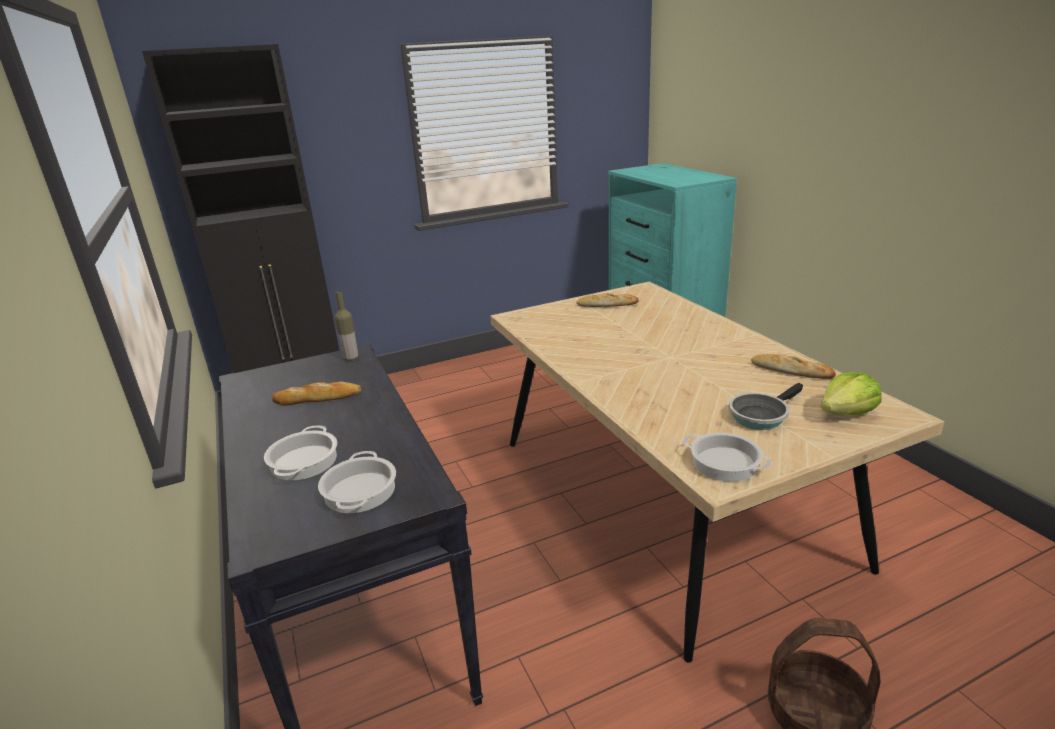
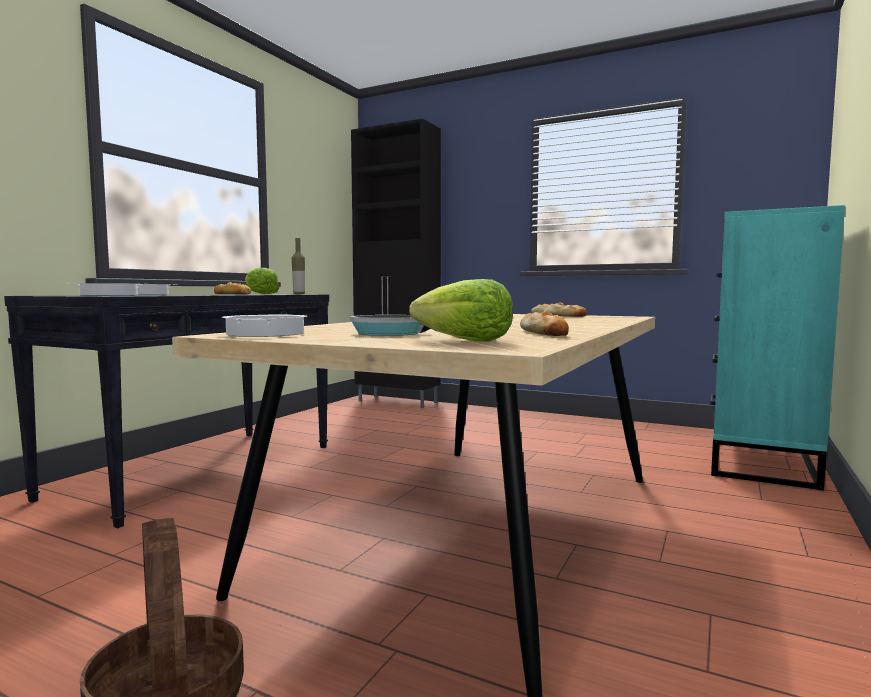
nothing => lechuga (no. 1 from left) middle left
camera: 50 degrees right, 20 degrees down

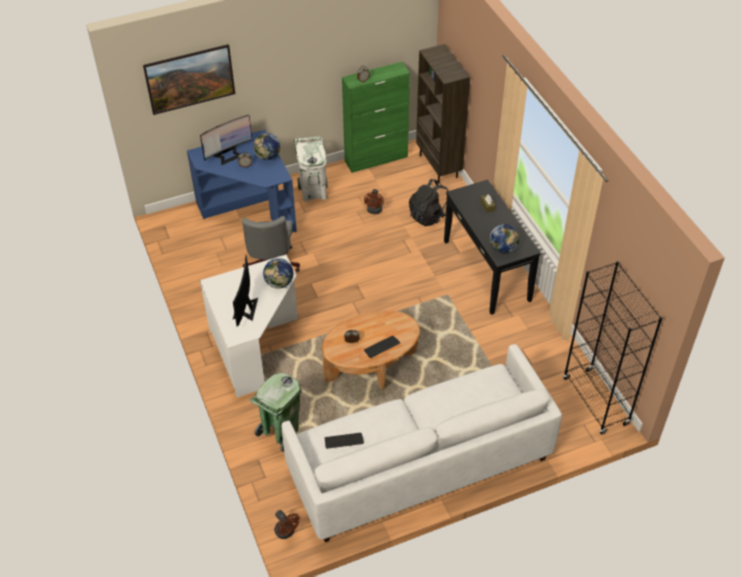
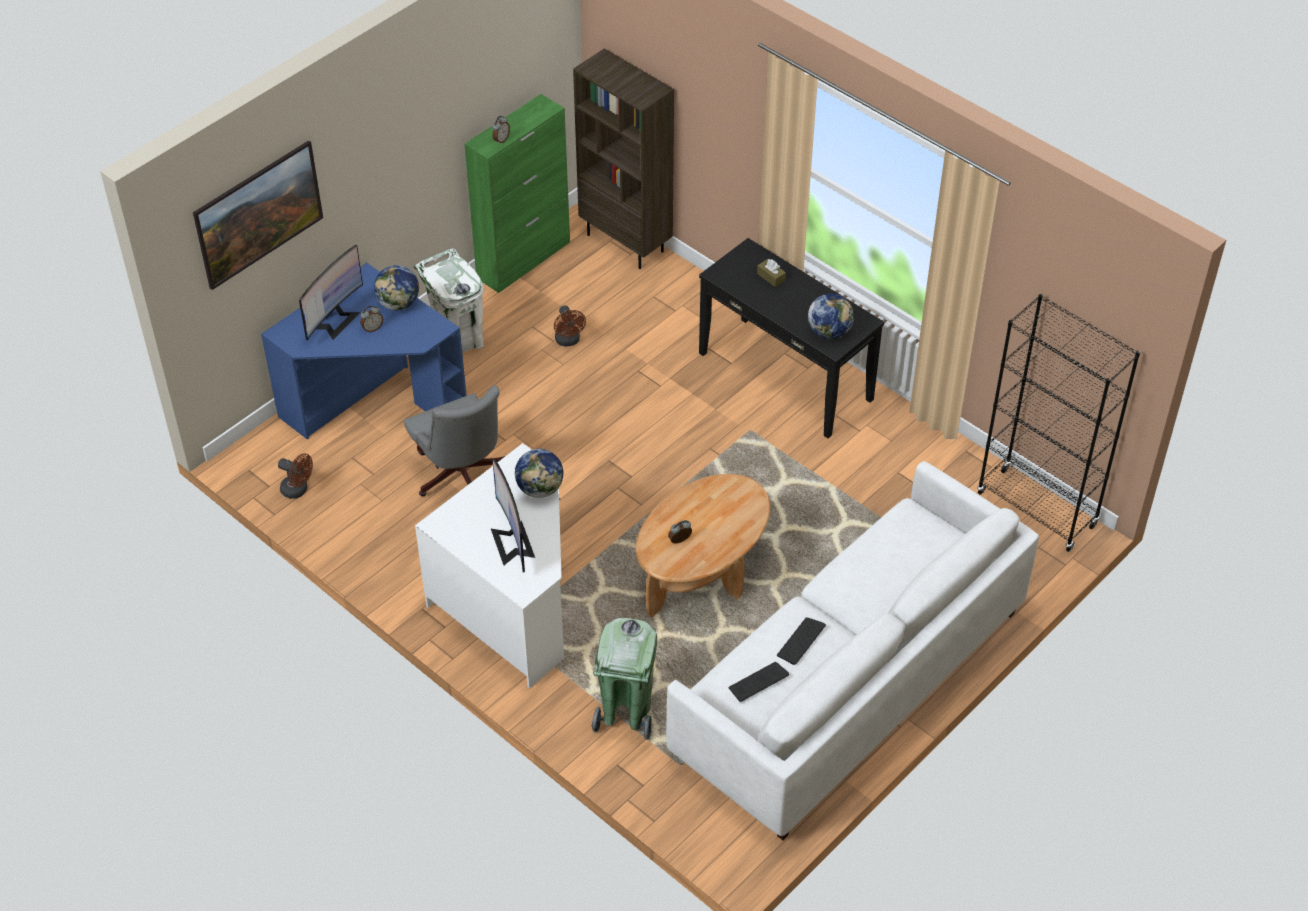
mochila [negro] centre => nothing
teclado (no. 2 from left) centre => teclado (no. 2 from left) bottom centre, relocated
ventilador [marrón] (no. 1 from left) bottom centre => ventilador [marrón] (no. 1 from left) middle left, relocated
camera: 25 degrees left, 0 degrees up

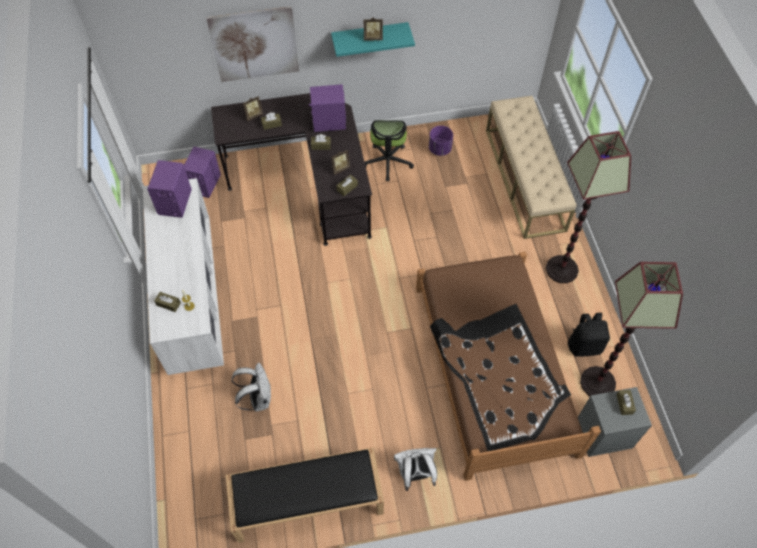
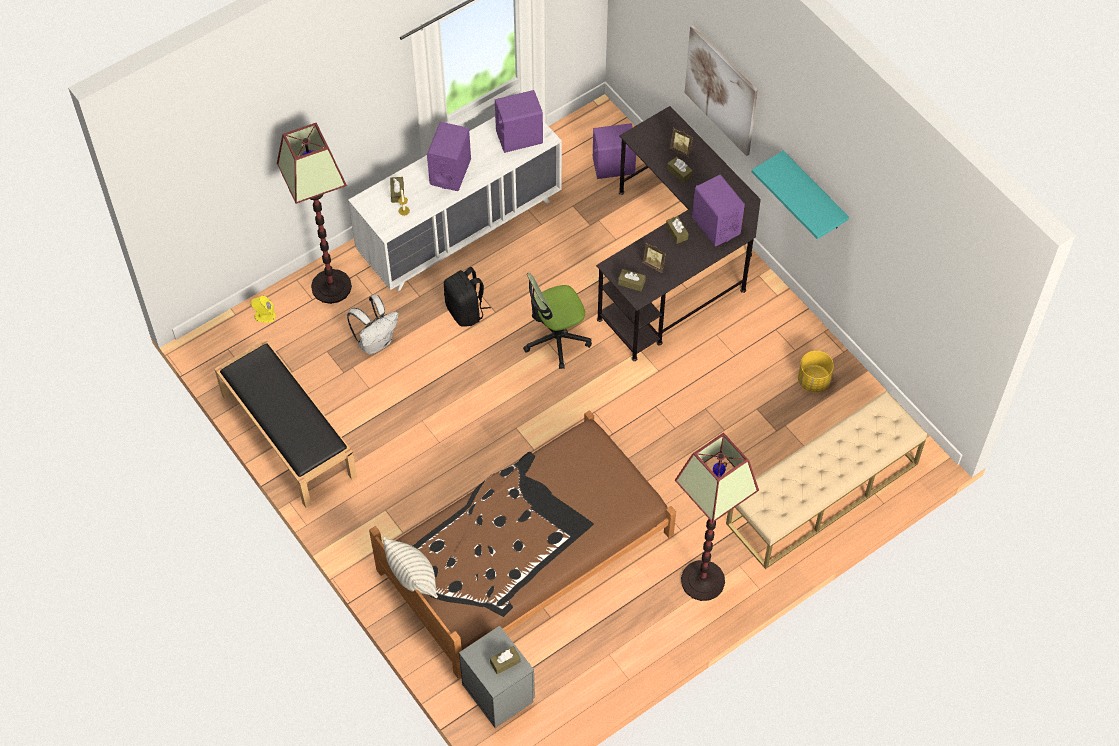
portarretratos (no. 3 from left) top centre => nothing
silla de oficina top centre => silla de oficina centre, relocated
maceta [morado] top centre => maceta [amarillo] middle right
lámpara de pie (no. 2 from left in the first image) middle right => lámpara de pie (no. 1 from left) top left, relocated
mochila [negro] middle right => mochila [negro] centre, relocated
mochila [blanco] (no. 2 from left) bottom centre => nothing
nothing => altavoz [morado] (no. 1 from left) top centre
nothing => altavoz [amarillo] middle left
nothing => cojín bottom centre
camera: 65 degrees right, 0 degrees up

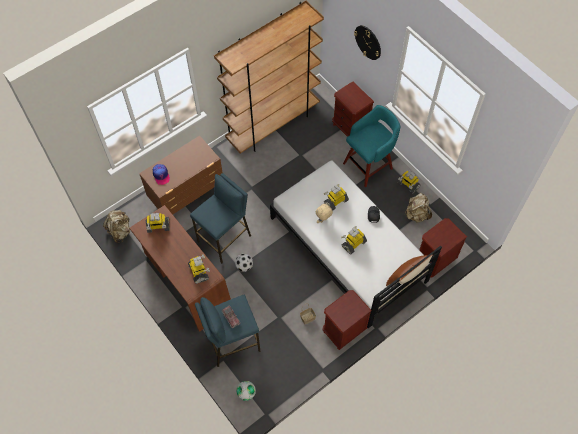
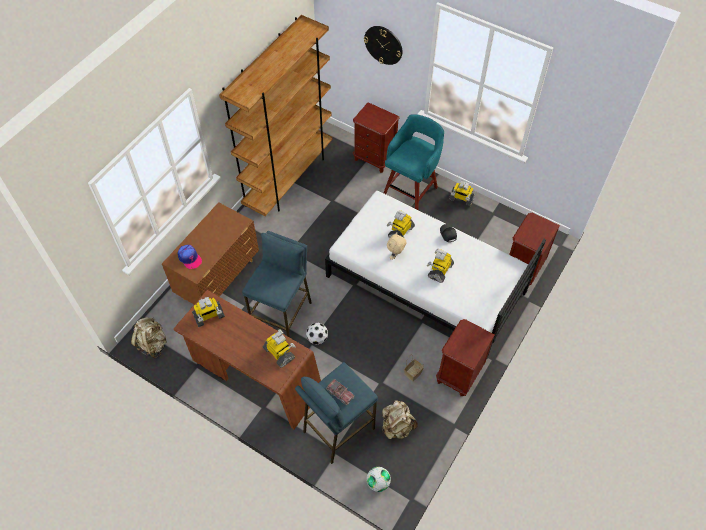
mochila [beis] (no. 2 from left) middle right => mochila [beis] (no. 2 from left) bottom centre, relocated
cojín [marrón] middle right => nothing
camera: 20 degrees left, 5 degrees down

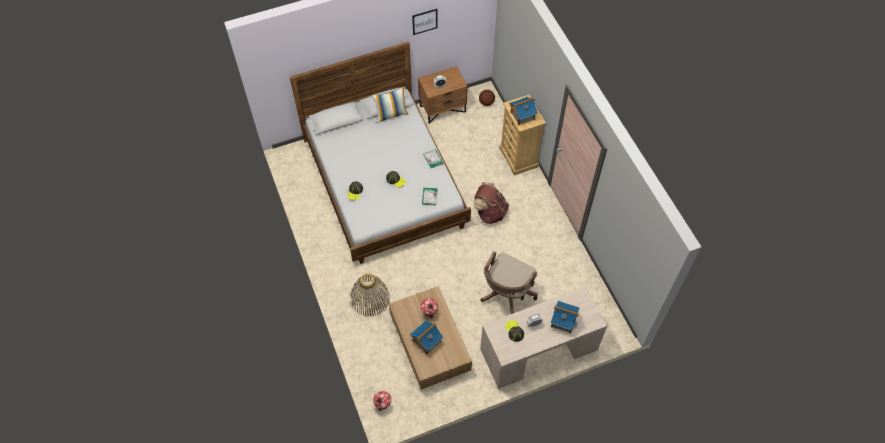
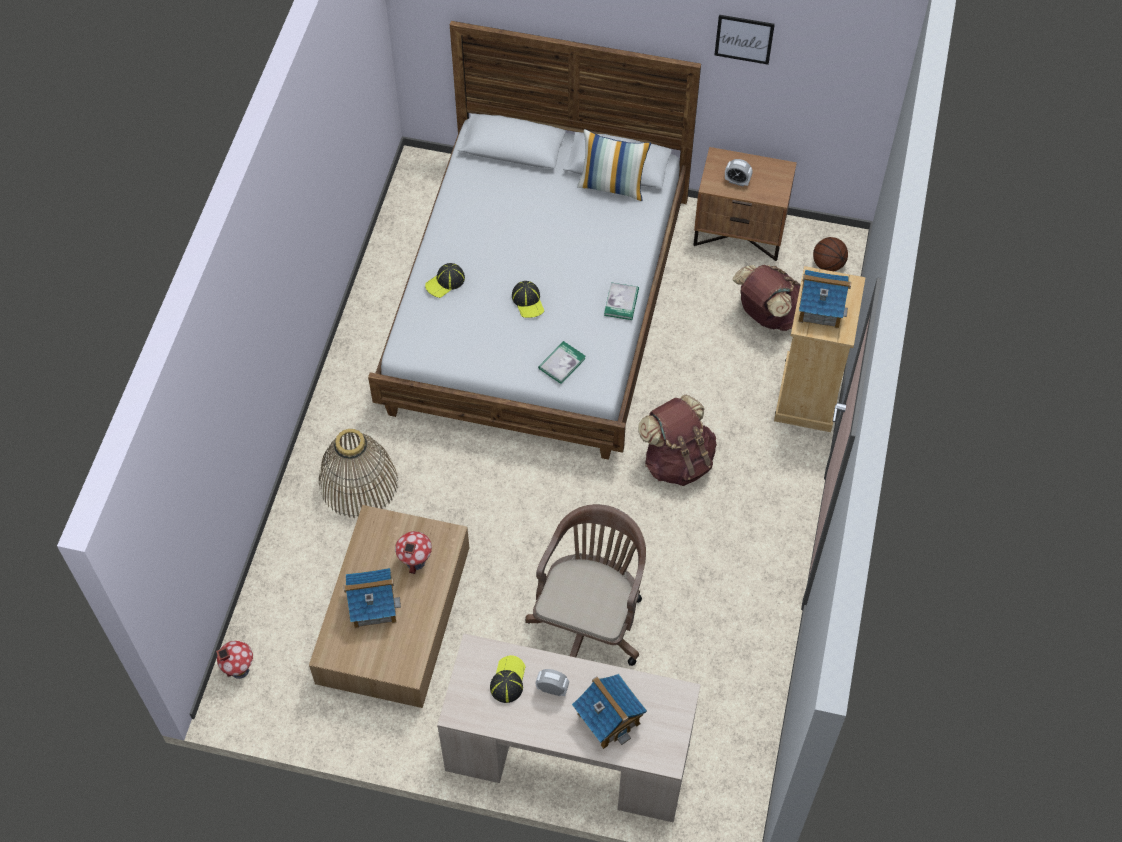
silla de oficina [marrón] centre => silla de oficina [marrón] bottom centre, 135 degrees clockwise
nothing => mochila [marrón] (no. 2 from left) middle right
camera: 35 degrees right, 0 degrees up

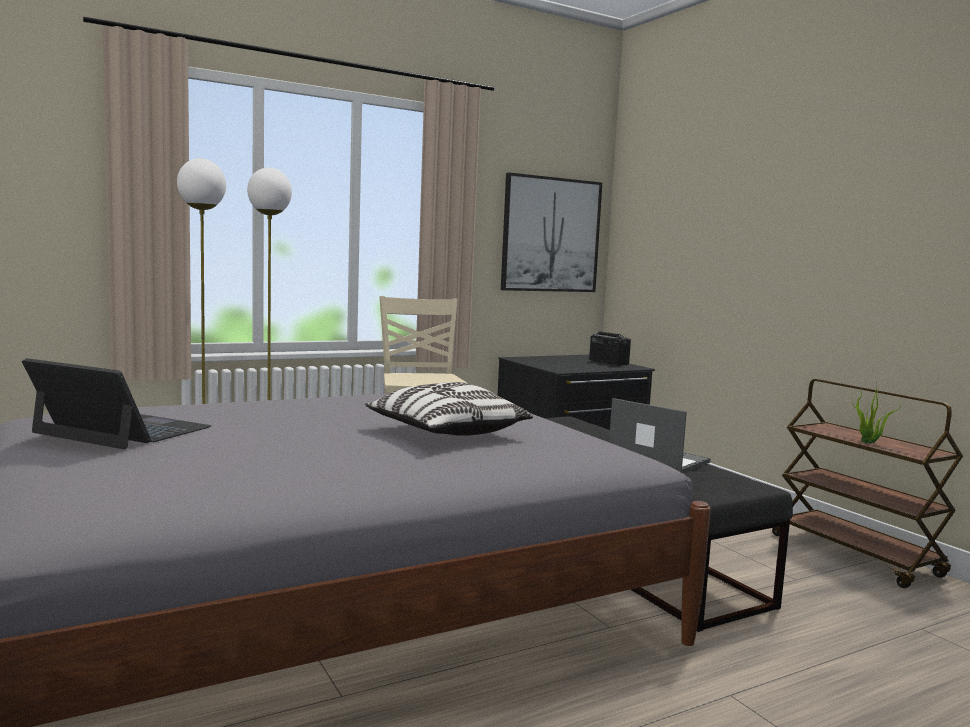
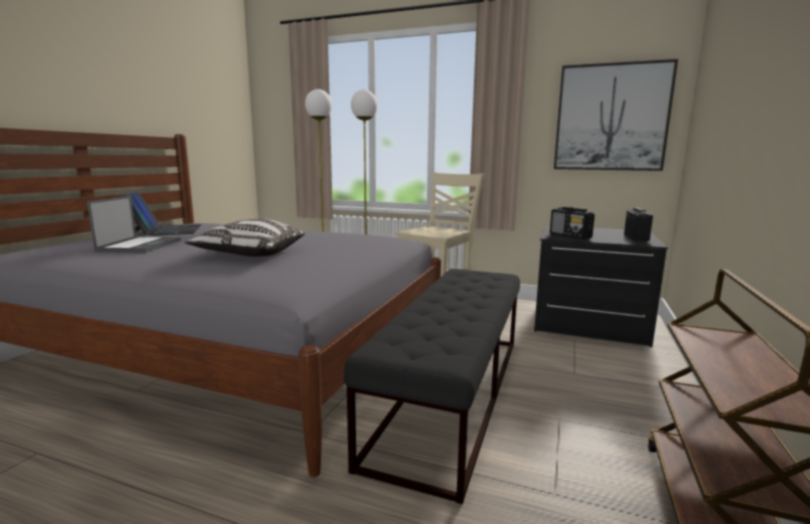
planta en maceta middle right => nothing
portátil (no. 2 from left in the first image) middle right => portátil (no. 1 from left) middle left, relocated
nothing => radio (no. 1 from left) middle right
camera: 50 degrees right, 5 degrees up

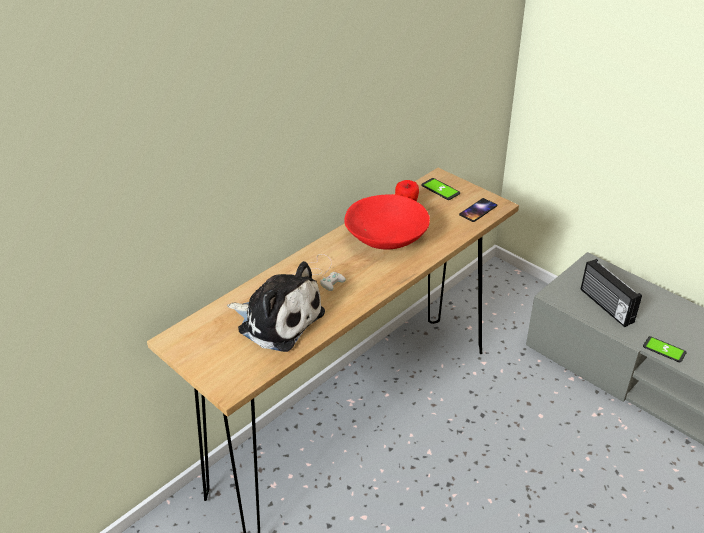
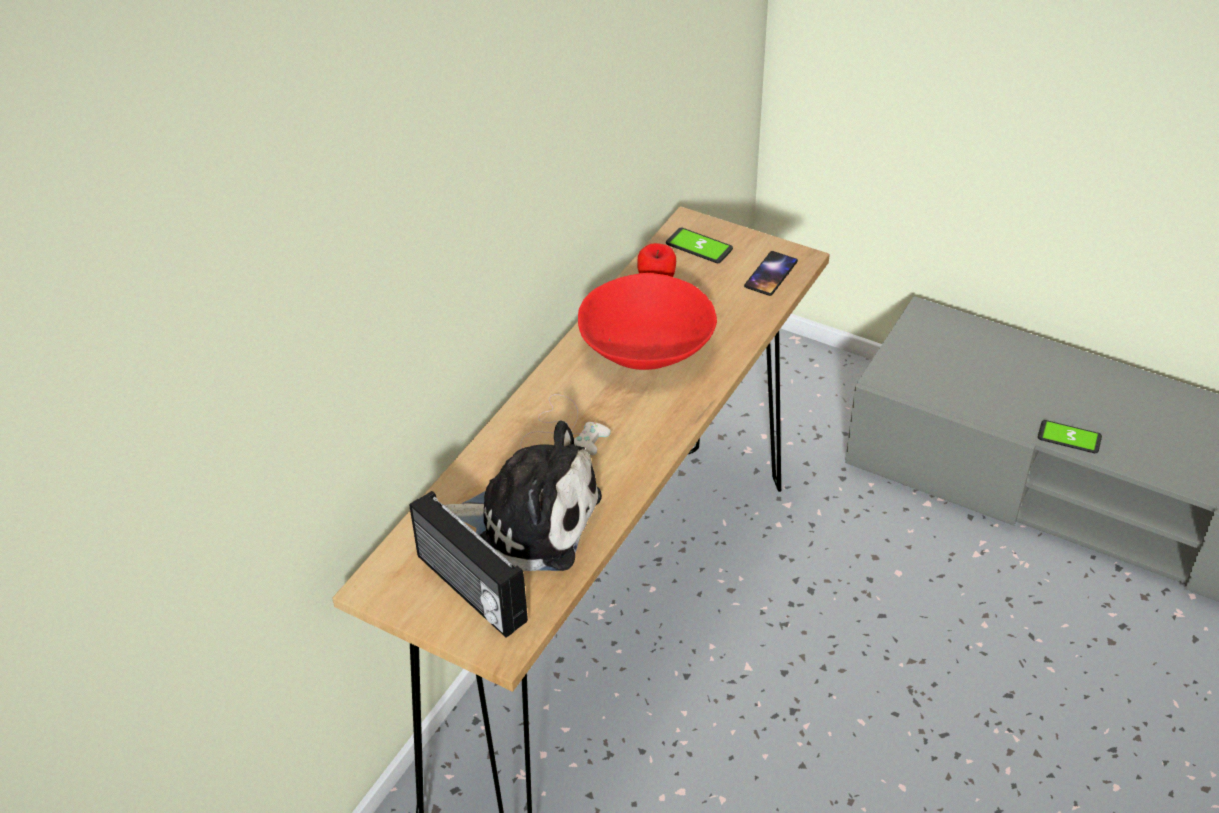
radio middle right => radio bottom centre, relocated
camera: 15 degrees left, 5 degrees up

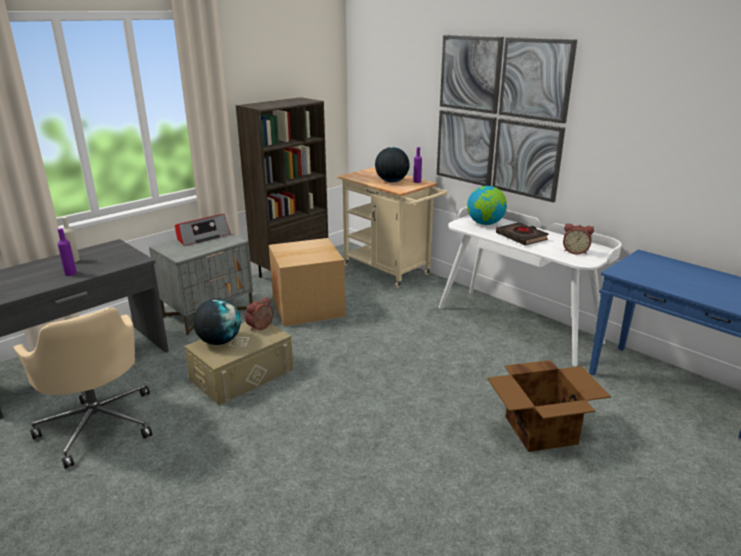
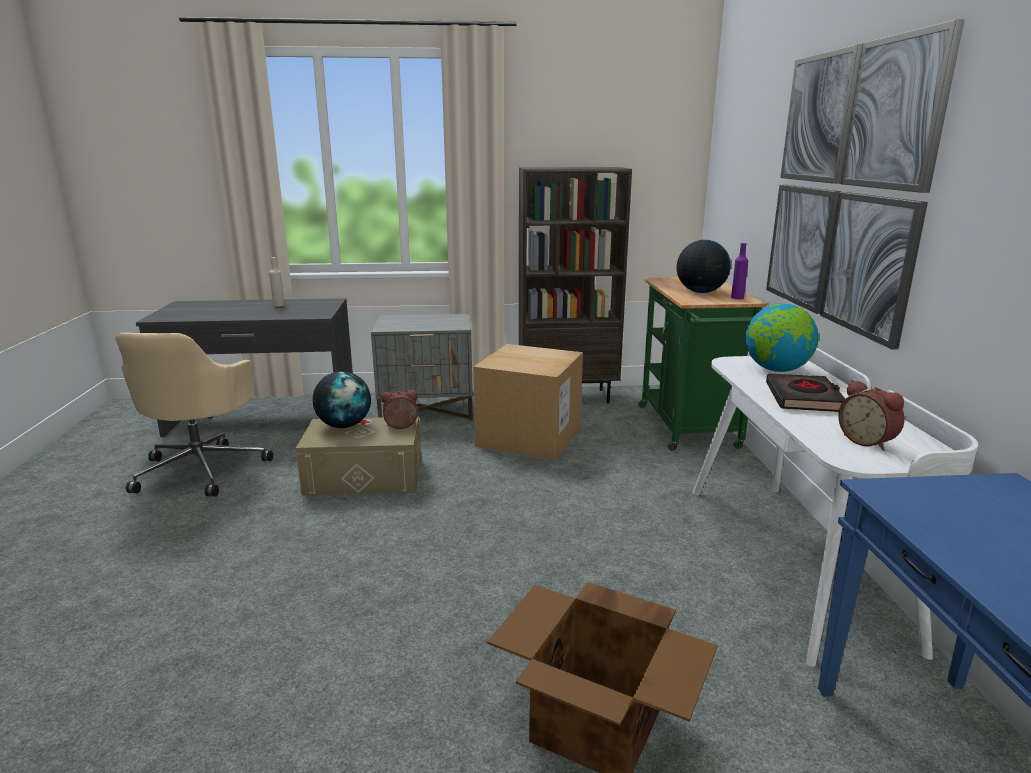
carrito [beis] centre => carrito [verde] middle right
radio middle left => nothing
botella [morado] (no. 1 from left) middle left => nothing
camera: 40 degrees right, 5 degrees down

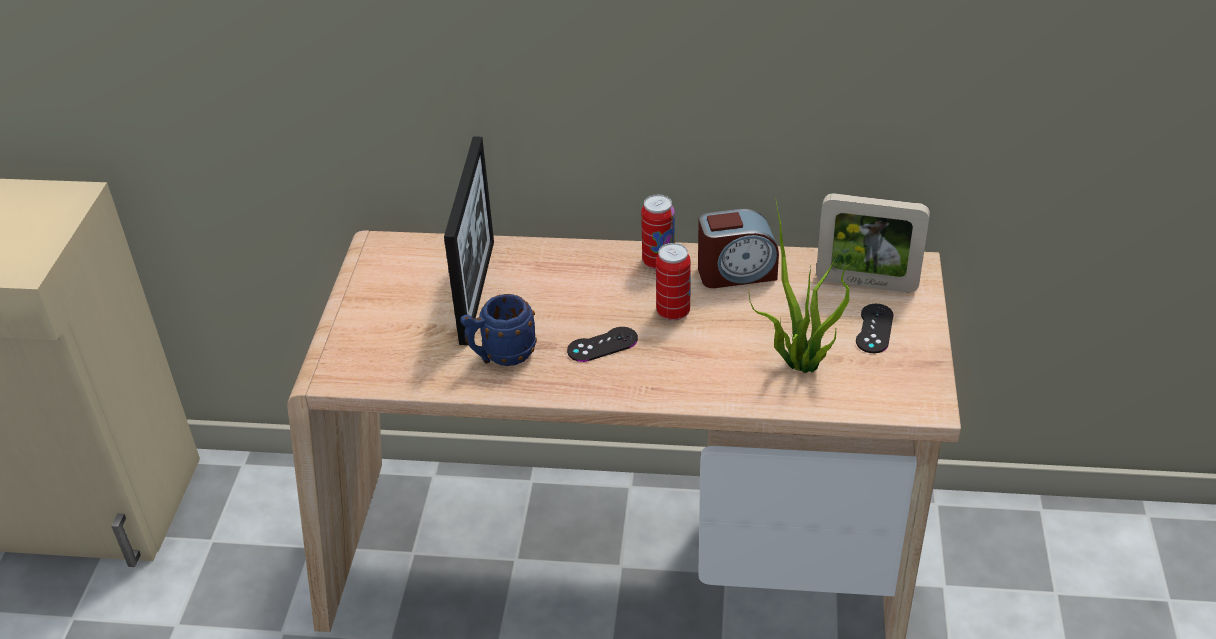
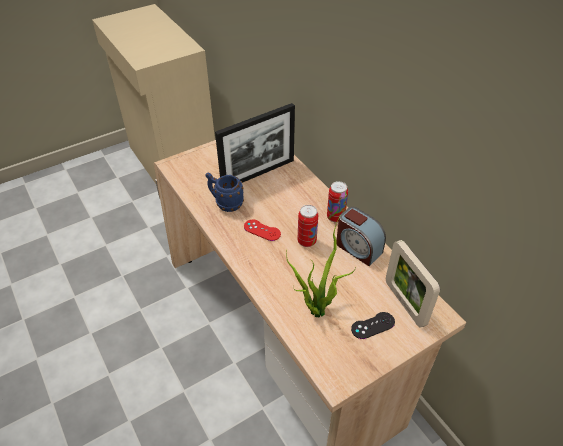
mando de consola [negro] (no. 1 from left) centre => mando de consola [rojo] centre
camera: 50 degrees right, 5 degrees up

